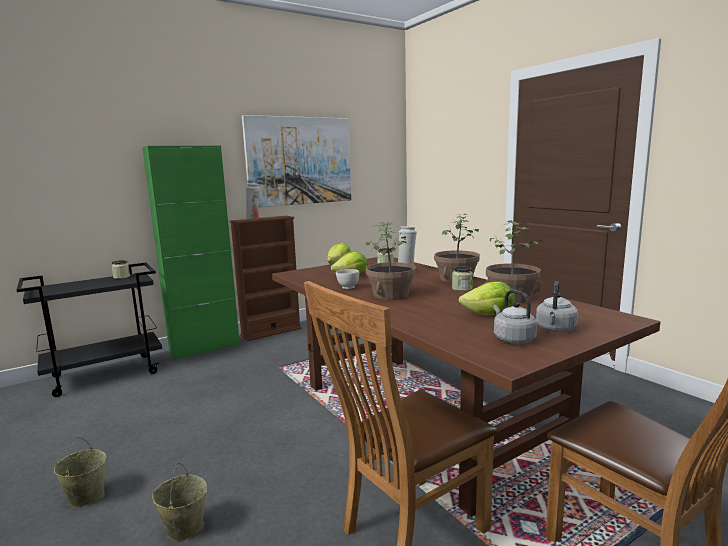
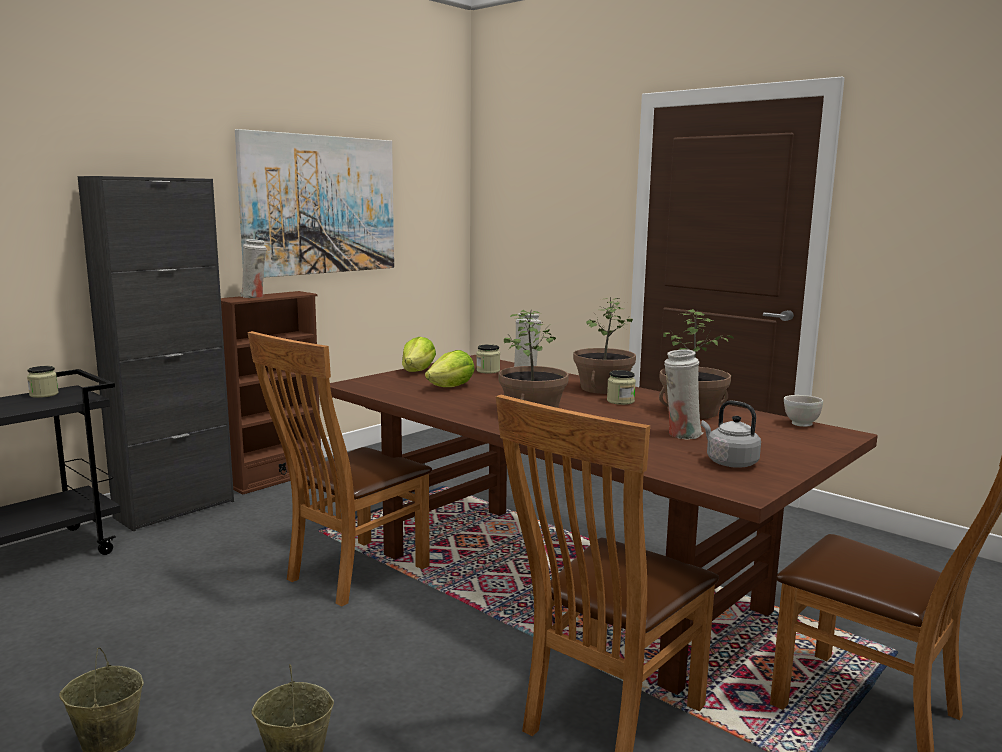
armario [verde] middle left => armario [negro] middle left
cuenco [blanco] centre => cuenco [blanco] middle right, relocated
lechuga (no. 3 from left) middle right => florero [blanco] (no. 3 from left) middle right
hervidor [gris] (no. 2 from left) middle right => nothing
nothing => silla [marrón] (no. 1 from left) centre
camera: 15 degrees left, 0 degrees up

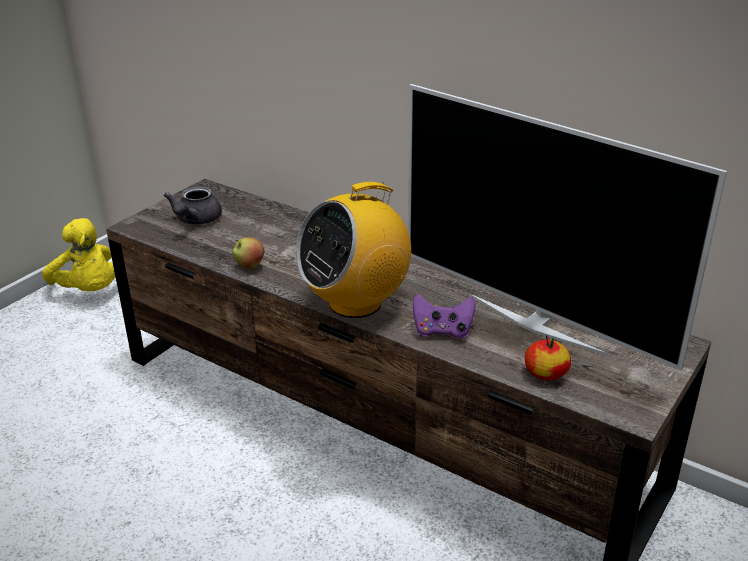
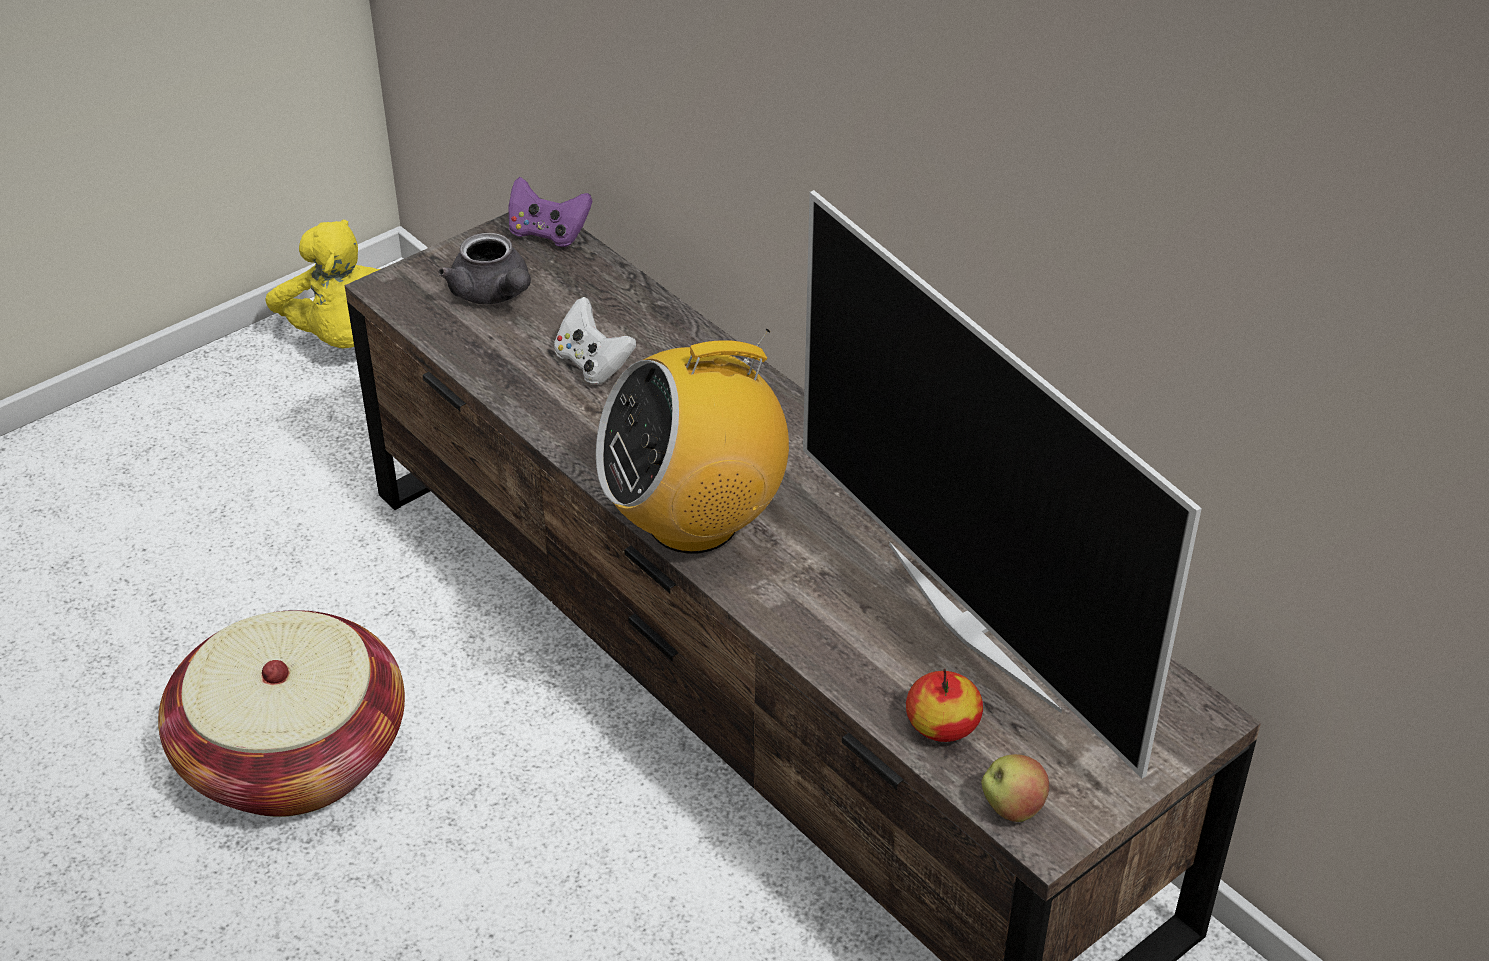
tetera [gris] middle left => tetera [gris] top left, 60 degrees counterclockwise
manzana (no. 1 from left in the first image) middle left => manzana (no. 2 from left) bottom right, relocated
mando de consola [morado] centre => mando de consola [morado] top centre, relocated
nothing => mando de consola [blanco] centre
nothing => cesta bottom left
camera: 15 degrees right, 10 degrees up

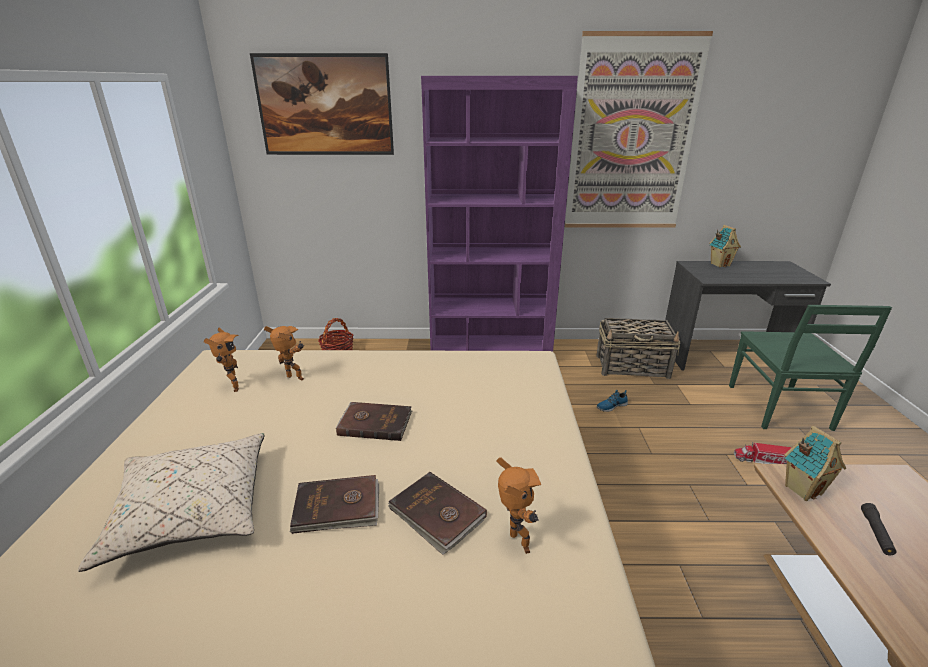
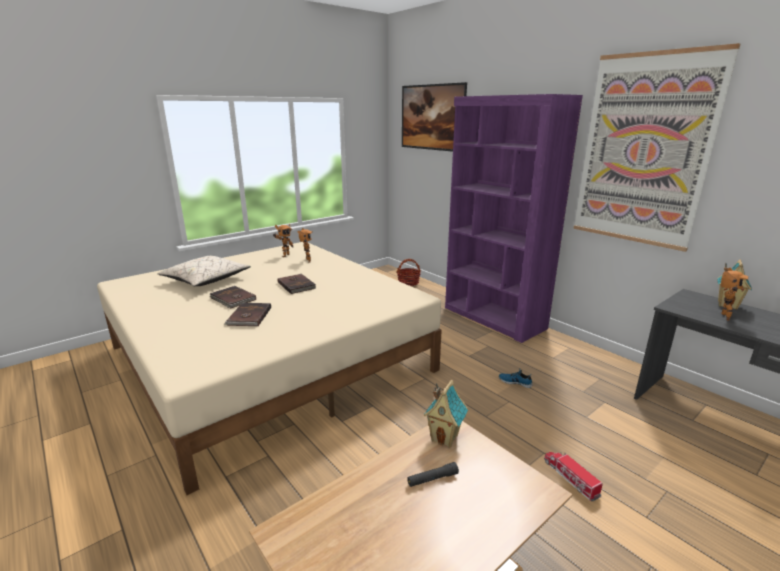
silla [verde] middle right => nothing
cesta (no. 2 from left) middle right => nothing
robot de juguete (no. 3 from left) bottom centre => robot de juguete (no. 3 from left) middle right, relocated
camera: 50 degrees right, 5 degrees down

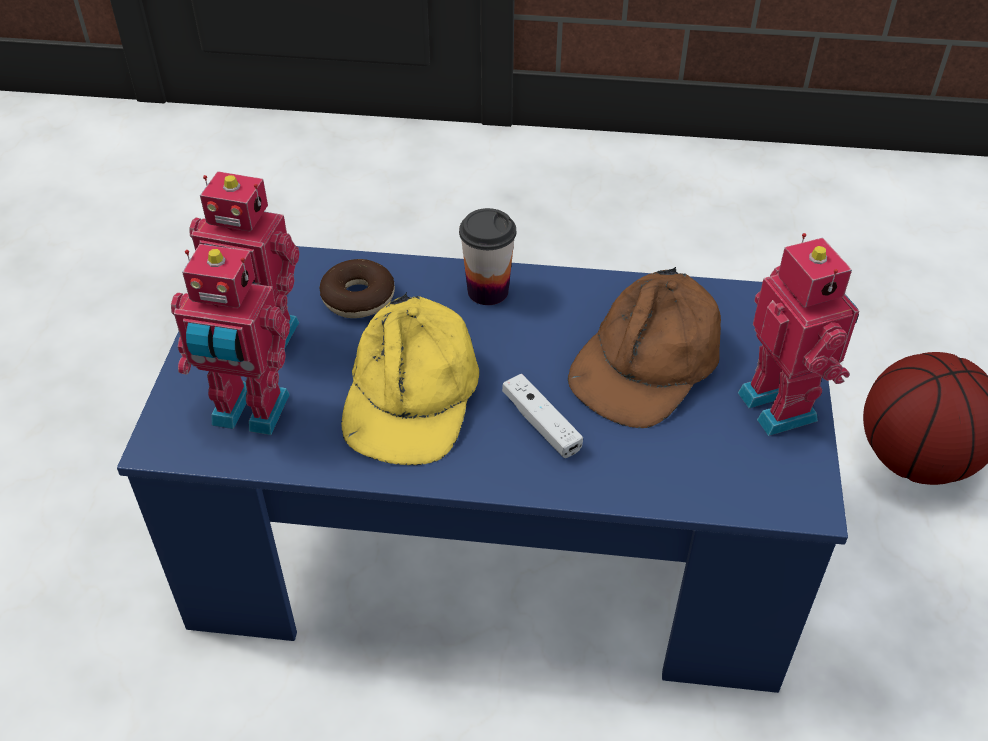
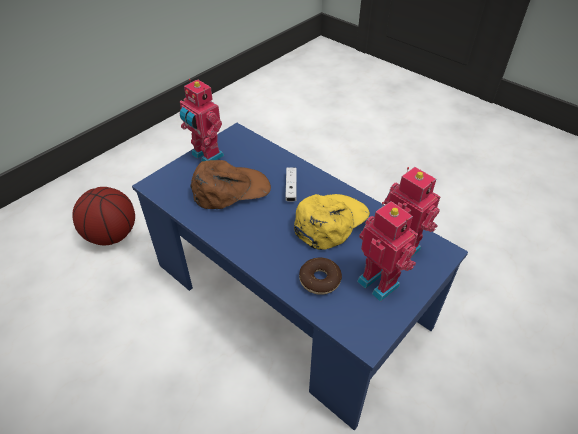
taza centre => nothing
robot de juguete (no. 3 from left in the first image) middle right => robot de juguete (no. 1 from left) top centre, 60 degrees counterclockwise
camera: 145 degrees left, 0 degrees up

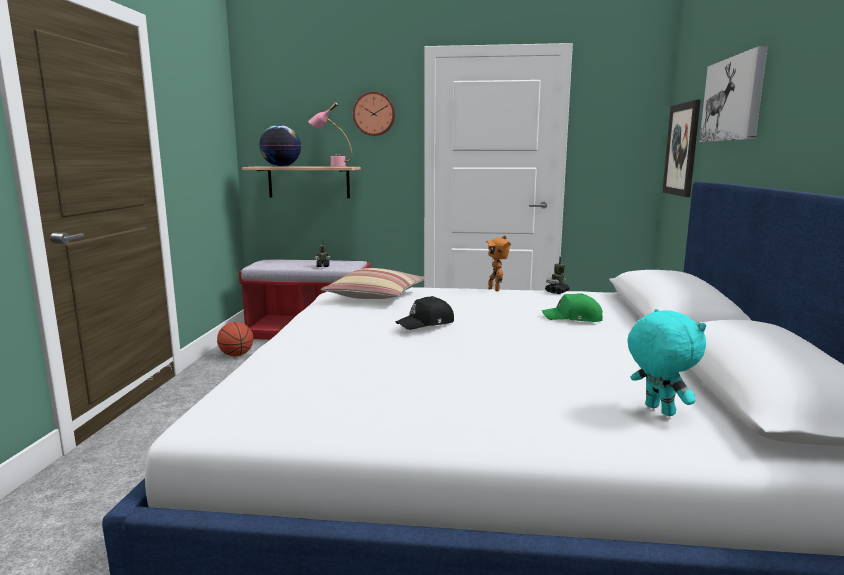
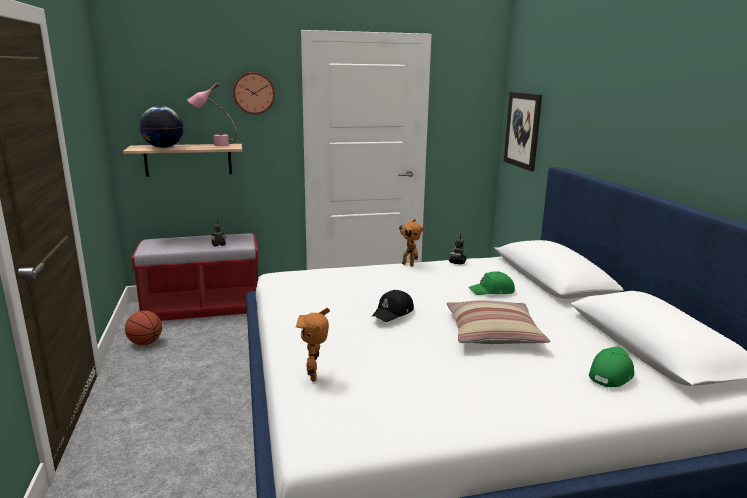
cuadro (no. 2 from left) top right => nothing
cojín centre => cojín middle right, relocated
peluche [turquesa] middle right => gorra [verde] (no. 2 from left) bottom right
nothing => robot de juguete (no. 2 from left) bottom centre
camera: 20 degrees left, 5 degrees up

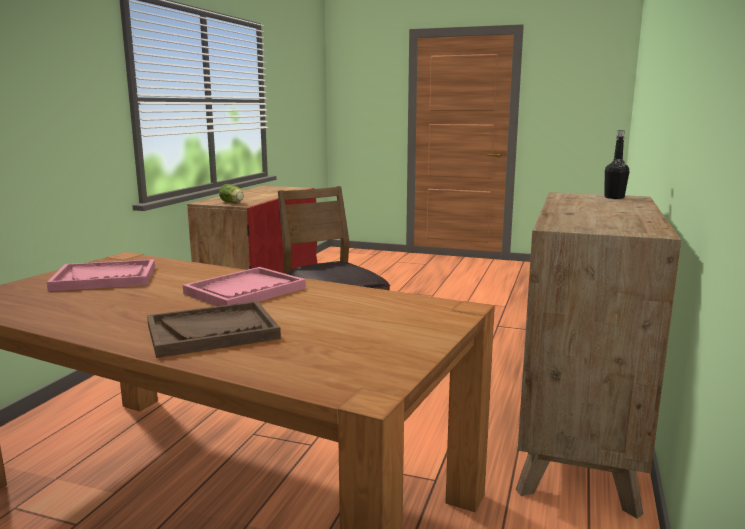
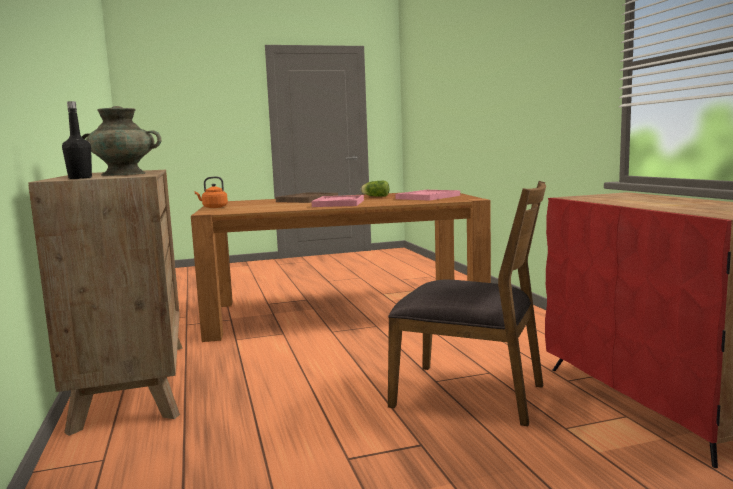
lechuga middle left => lechuga centre, relocated
nothing => florero [turquesa] top left
nothing => hervidor [naranja] middle left
camera: 145 degrees right, 5 degrees down

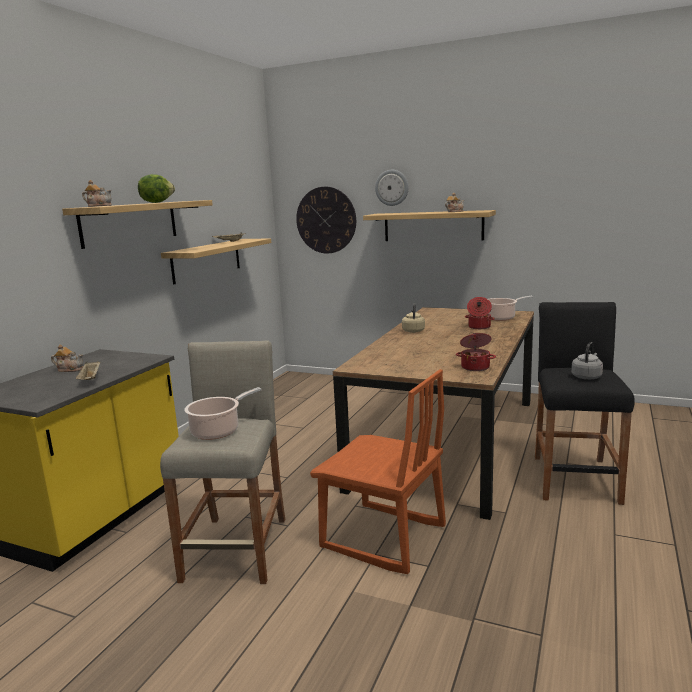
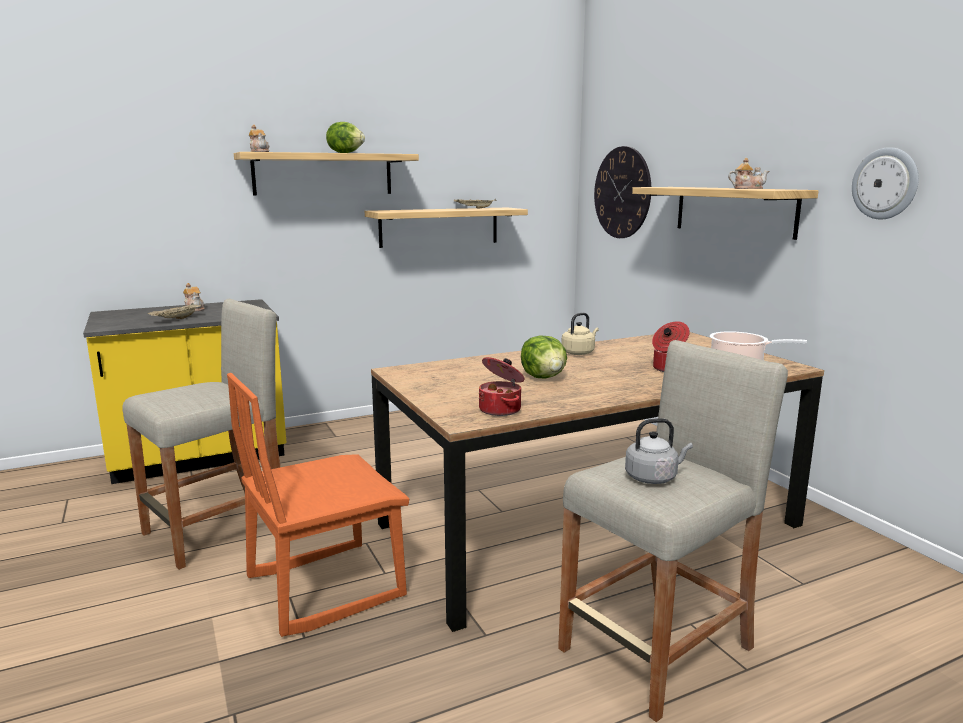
reloj de pared (no. 2 from left) top centre => reloj de pared (no. 2 from left) top right, relocated
taburete [negro] middle right => taburete [beis] (no. 2 from left) bottom right
silla [naranja] bottom centre => silla [naranja] bottom left, 75 degrees clockwise
olla (no. 1 from left) middle left => nothing
nothing => lechuga (no. 2 from left) centre
camera: 40 degrees right, 0 degrees up

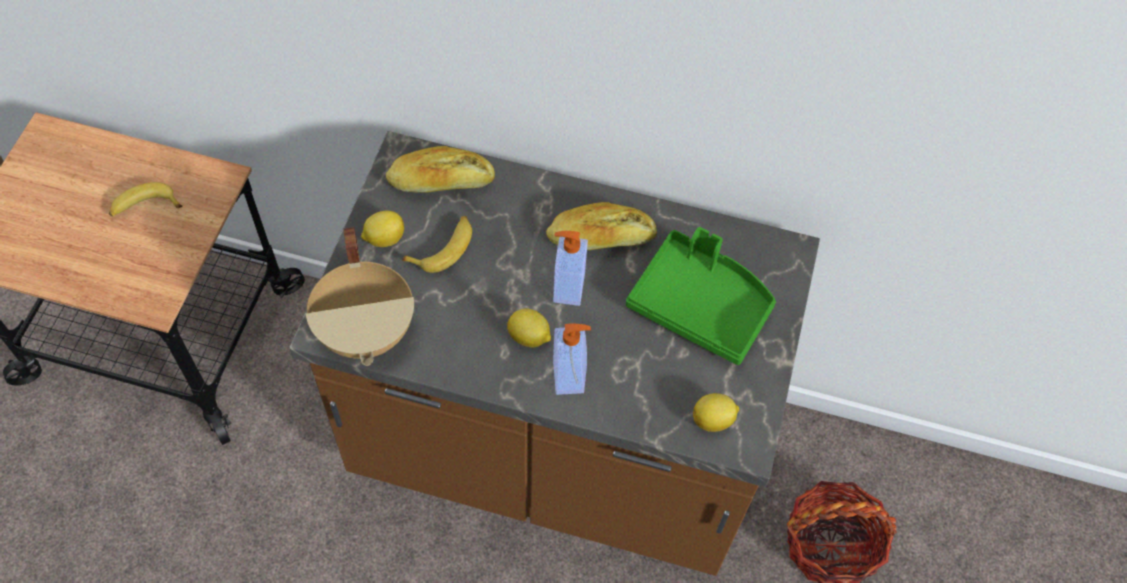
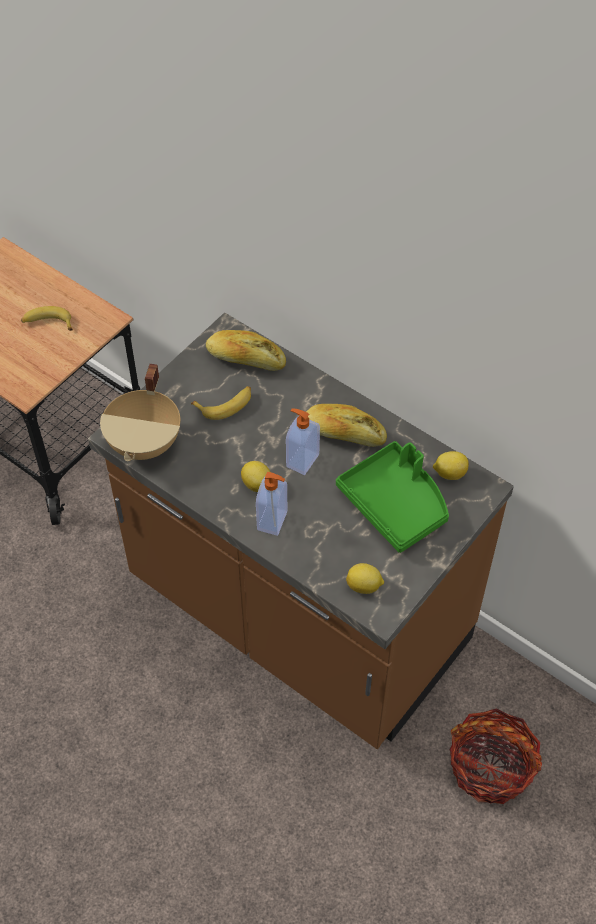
limón (no. 1 from left in the first image) centre => limón (no. 3 from left) middle right, relocated
camera: 25 degrees right, 5 degrees down

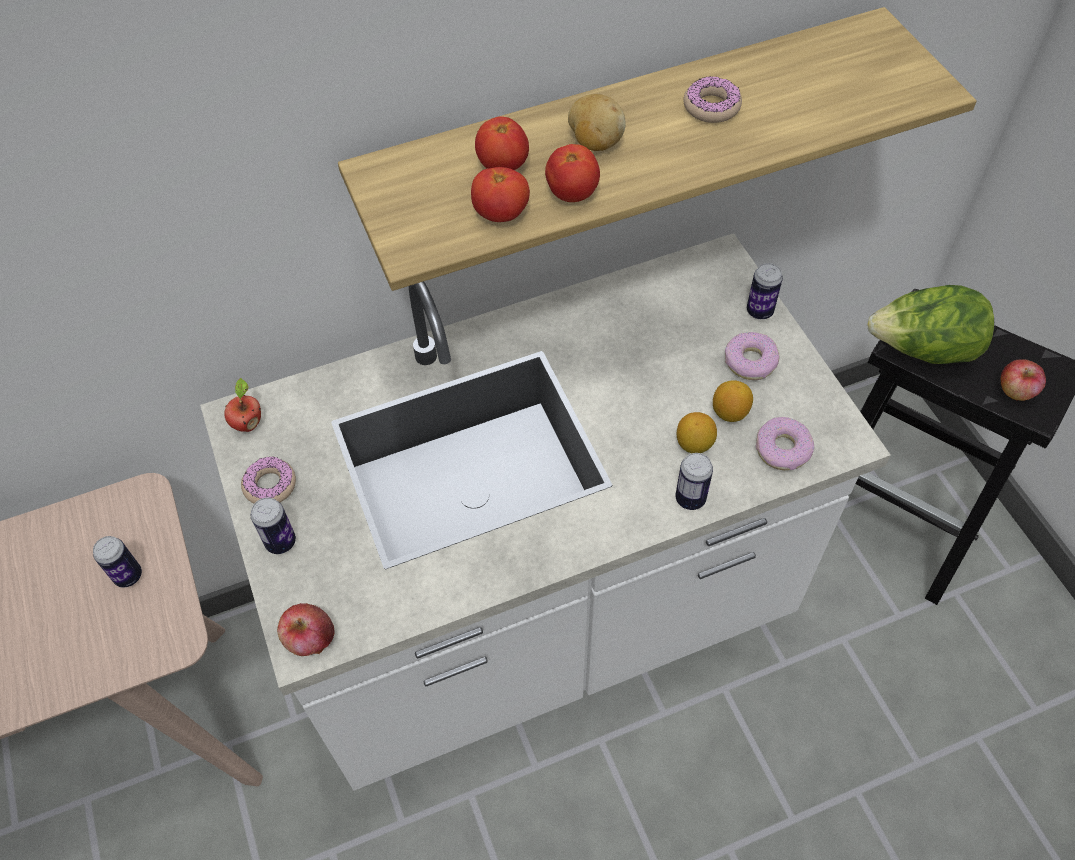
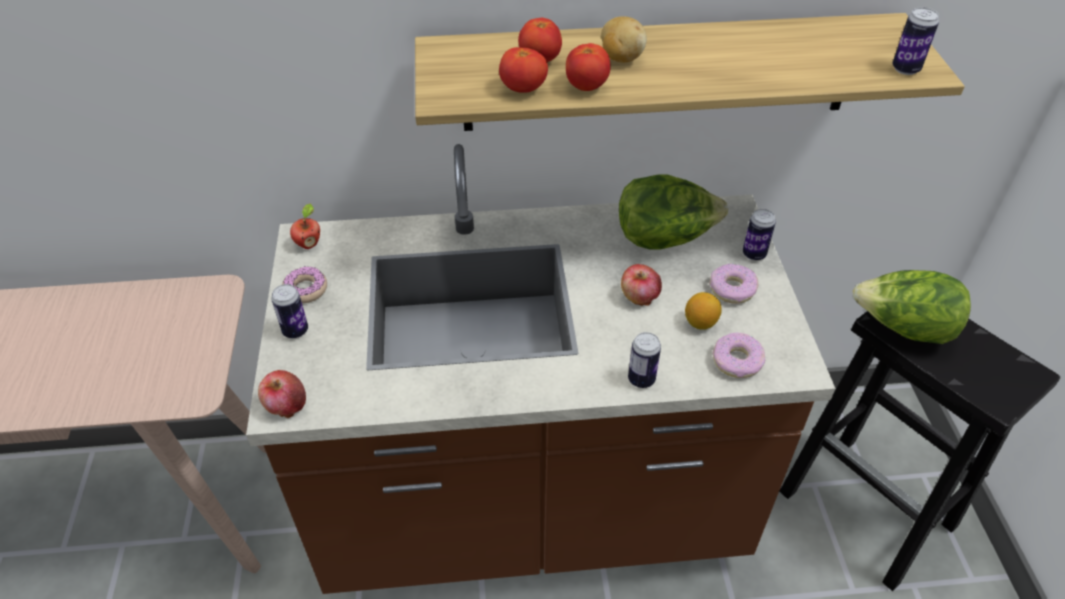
rosquilla (no. 2 from left) top centre => nothing
mueble bajo de cocina [blanco] centre => mueble bajo de cocina [marrón] centre
manzana (no. 3 from left) middle right => manzana (no. 3 from left) centre, relocated
limón (no. 1 from left) centre => nothing
lata (no. 1 from left in the first image) middle left => lata (no. 4 from left) top right, relocated
nothing => lechuga (no. 1 from left) centre
camera: 15 degrees right, 10 degrees down

